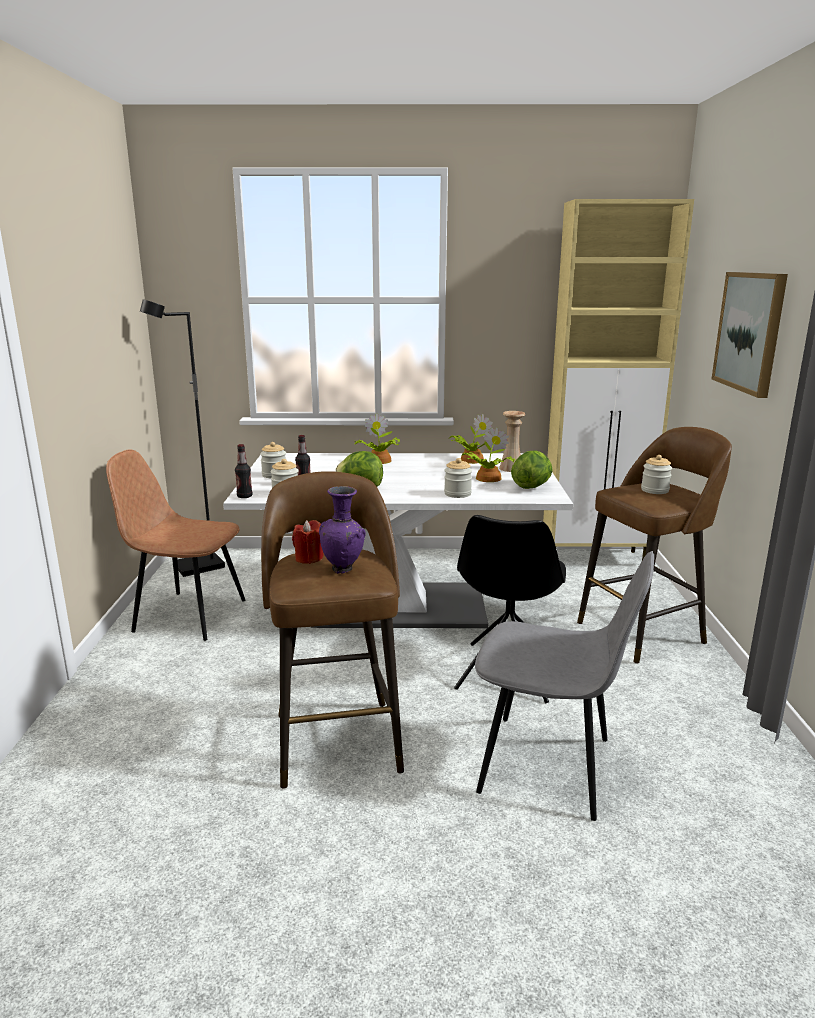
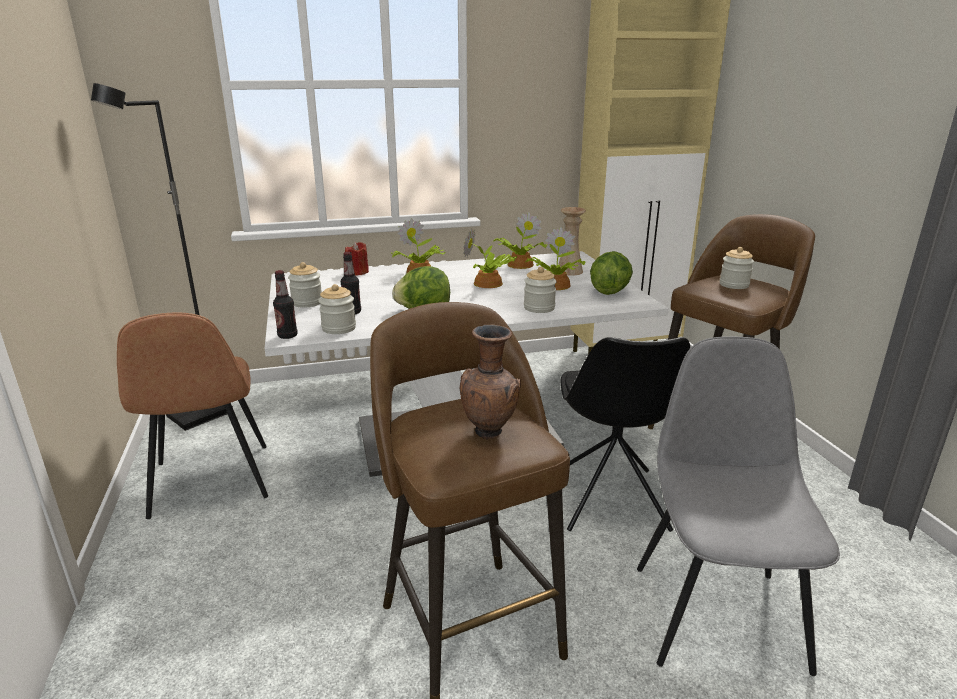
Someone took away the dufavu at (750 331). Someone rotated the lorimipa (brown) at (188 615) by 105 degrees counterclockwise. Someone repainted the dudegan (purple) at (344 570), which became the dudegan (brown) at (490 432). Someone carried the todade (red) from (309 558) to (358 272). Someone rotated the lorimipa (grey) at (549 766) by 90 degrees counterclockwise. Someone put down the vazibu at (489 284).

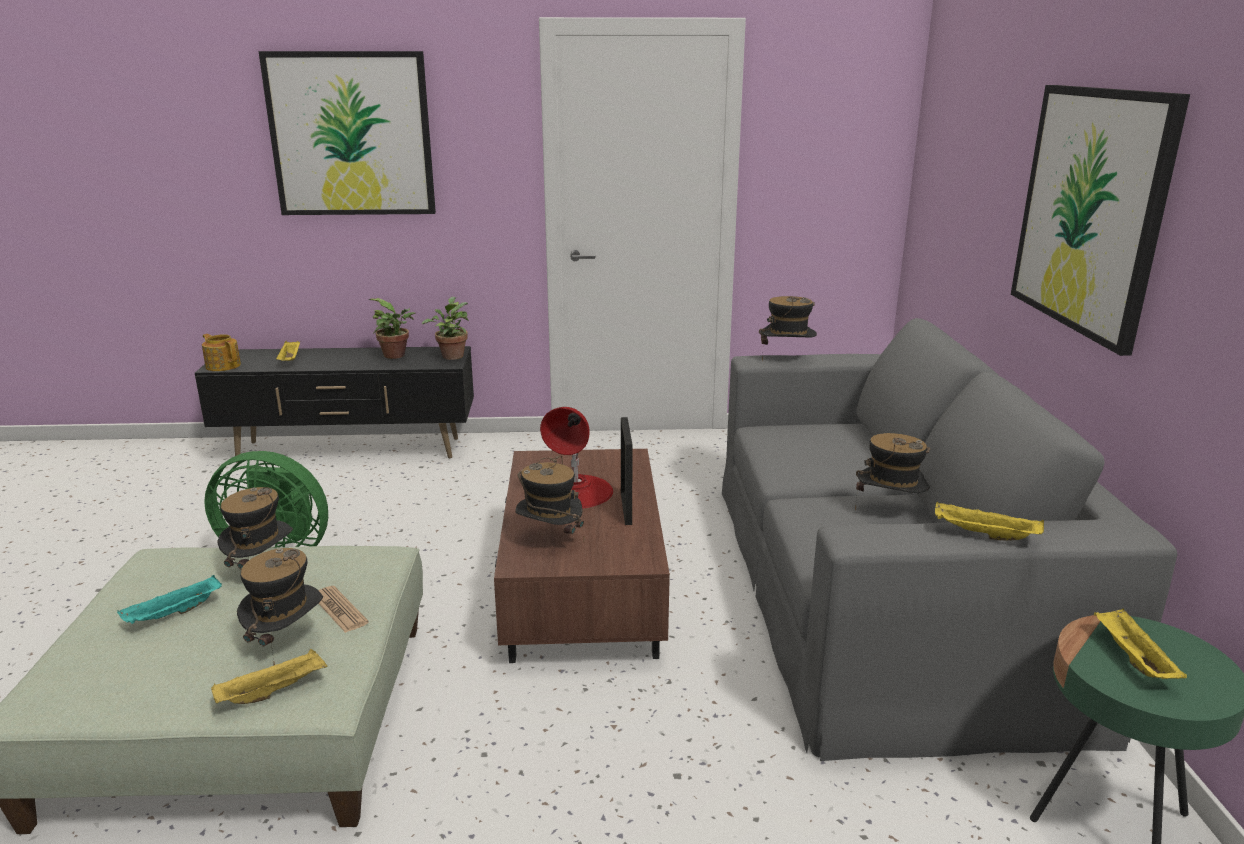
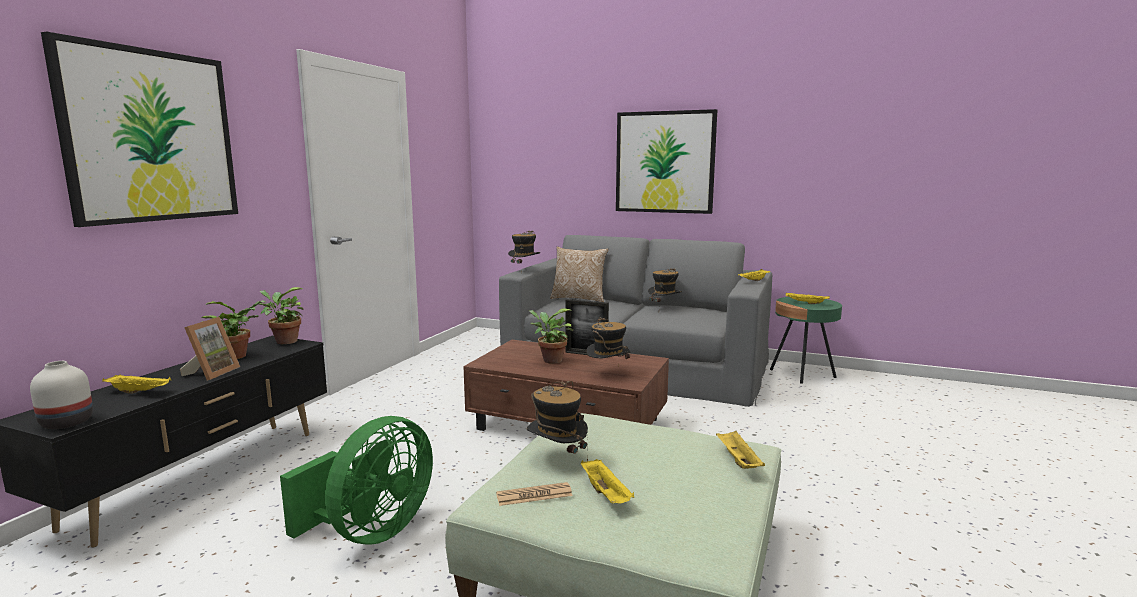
Someone swapped the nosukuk at (223 365) for the dudegan (white) at (68 422). Someone swapped the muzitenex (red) at (576 491) for the vazibu at (550 360). Someone took away the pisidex at (286 642). Someone repainted the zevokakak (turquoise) at (174 614), which became the zevokakak (yellow) at (606 494). Someone carried the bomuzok from (339 610) to (534 495). Someone put down the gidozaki at (579 298). Someone put down the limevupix at (211 373).

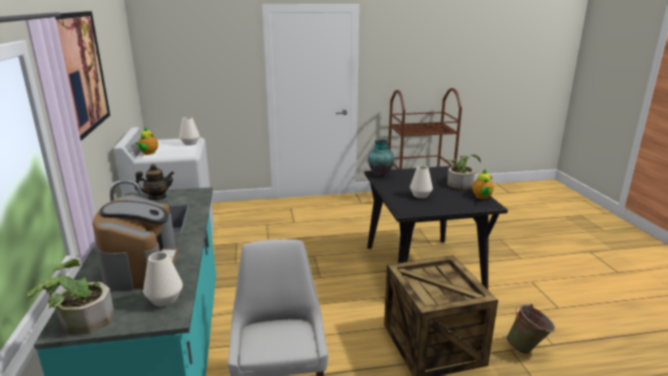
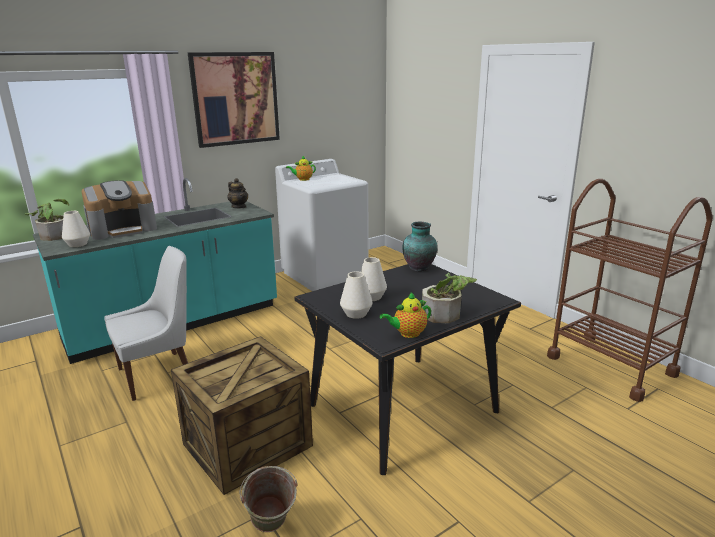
Someone carried the dudegan (white) from (190 143) to (356 314).

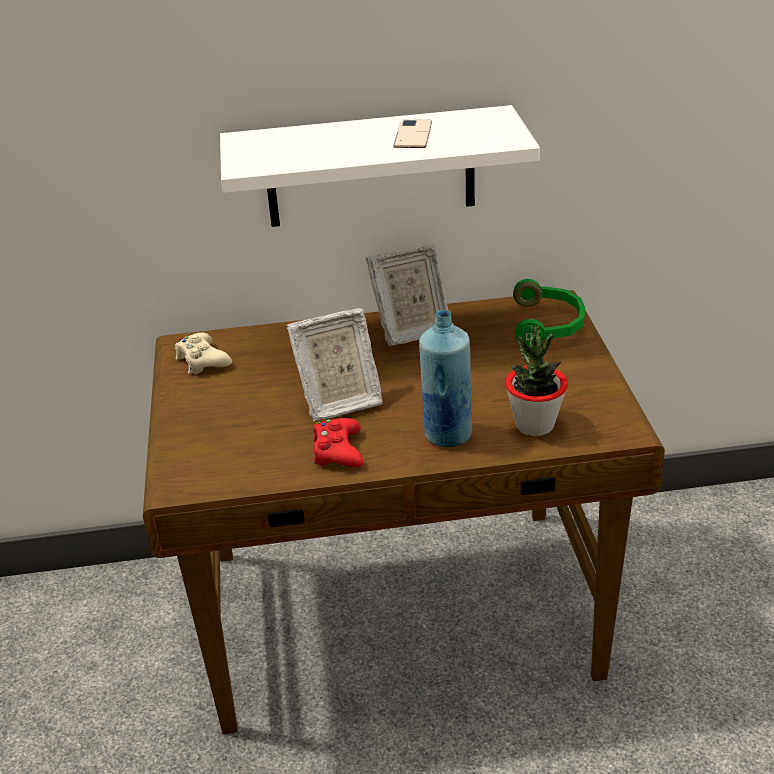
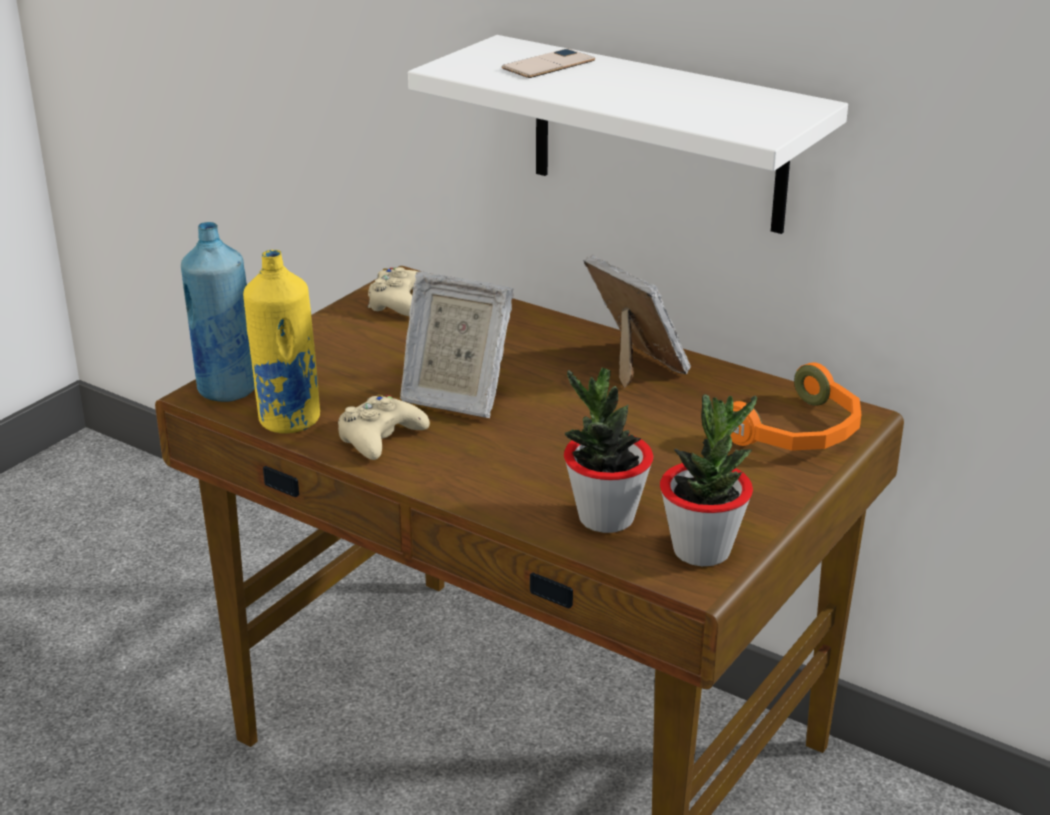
Someone carried the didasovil from (413 135) to (548 65). Someone rotated the limevupix at (411 331) by 150 degrees counterclockwise. Someone repainted the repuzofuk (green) at (548 325), which became the repuzofuk (orange) at (800 433). Someone carried the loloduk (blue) from (447 435) to (227 389). Someone repainted the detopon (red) at (337 451), which became the detopon (beige) at (380 438). Someone put down the loloduk (yellow) at (288 421). Someone put down the vazibu at (702 550).

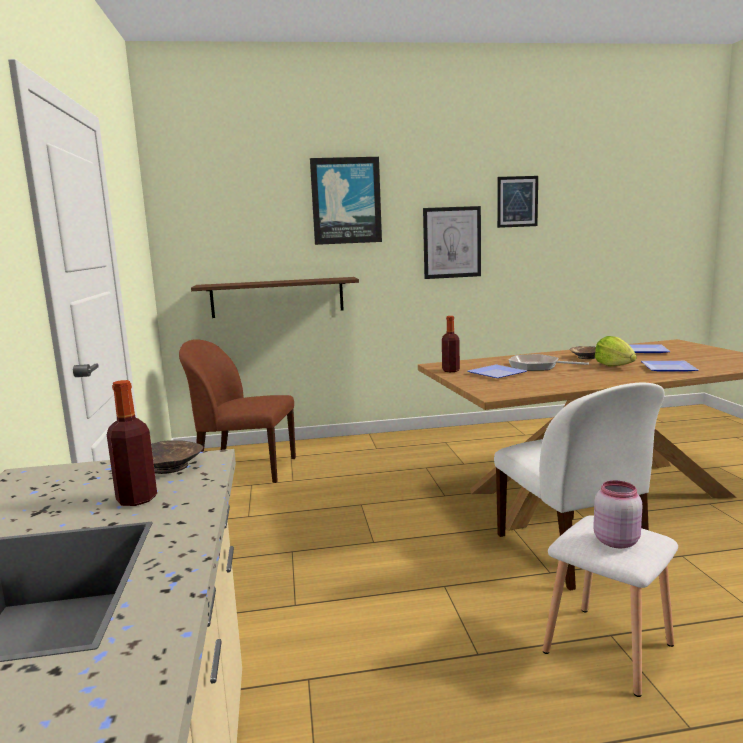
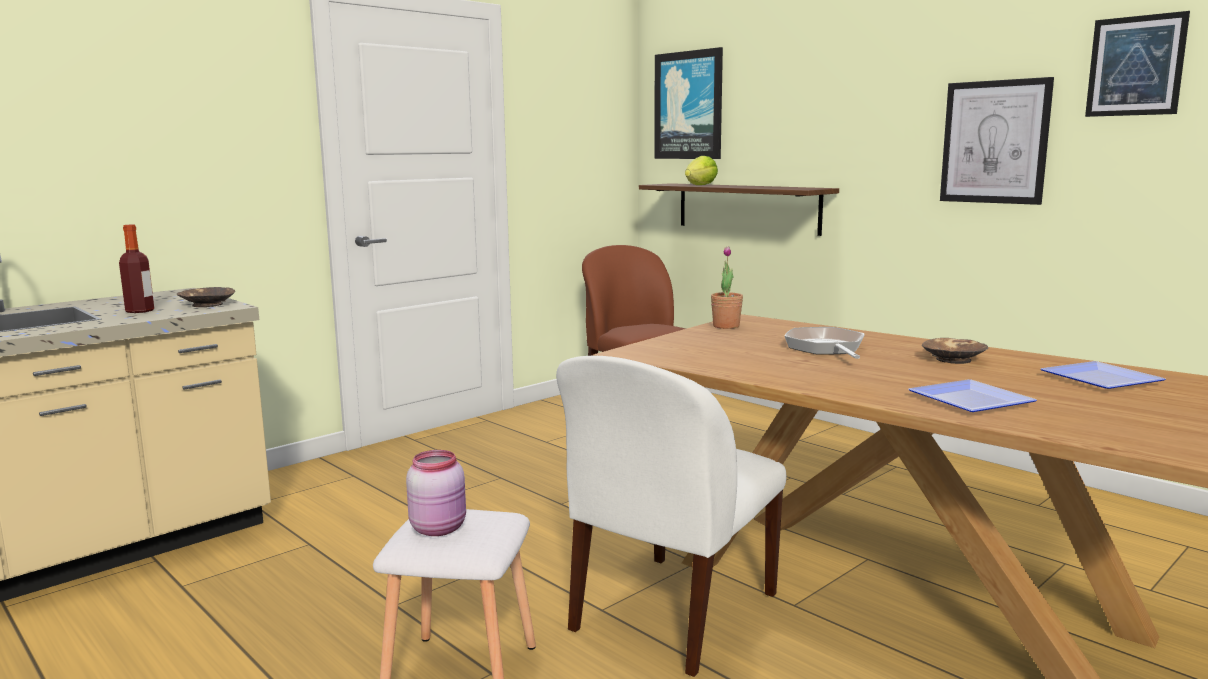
Someone carried the dufavu from (346 201) to (689 105). Someone swapped the loloduk at (450 370) for the vazibu at (726 326). Someone carried the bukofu from (614 365) to (700 185). Someone took away the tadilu at (499 374).

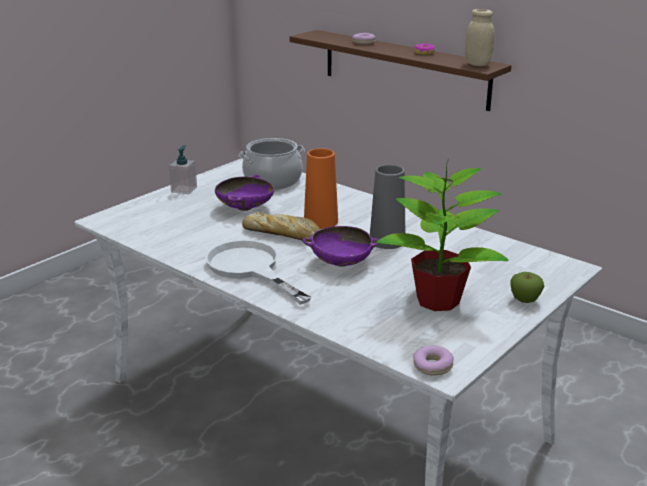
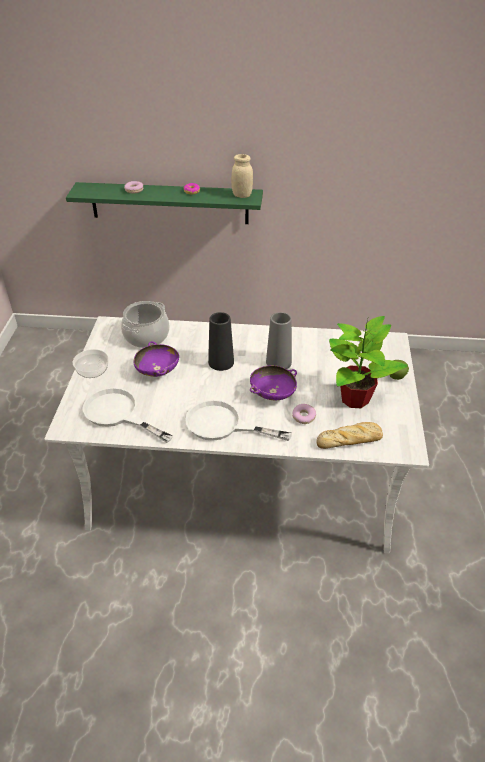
Someone repainted the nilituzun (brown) at (404 69), which became the nilituzun (green) at (169 203). Someone swapped the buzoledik at (184 189) for the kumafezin at (92 371). Someone repainted the dudegan (orange) at (321 221), which became the dudegan (black) at (221 362). Someone carried the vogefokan from (282 234) to (350 440). Someone carried the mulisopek from (432 366) to (303 417). Someone put down the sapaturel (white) at (118 414).

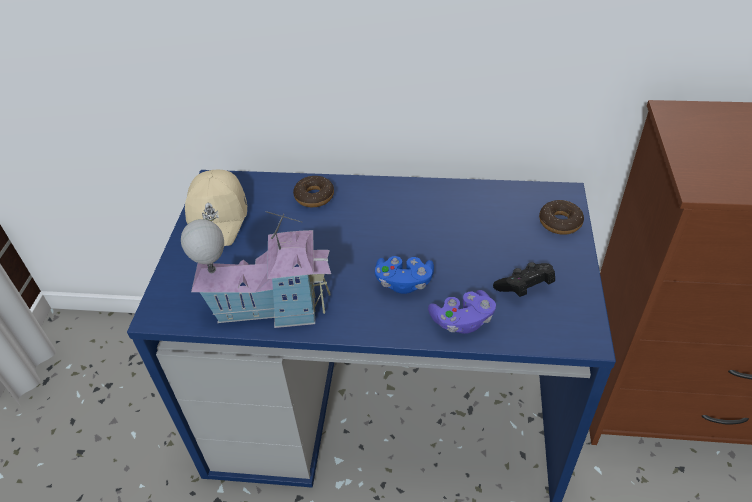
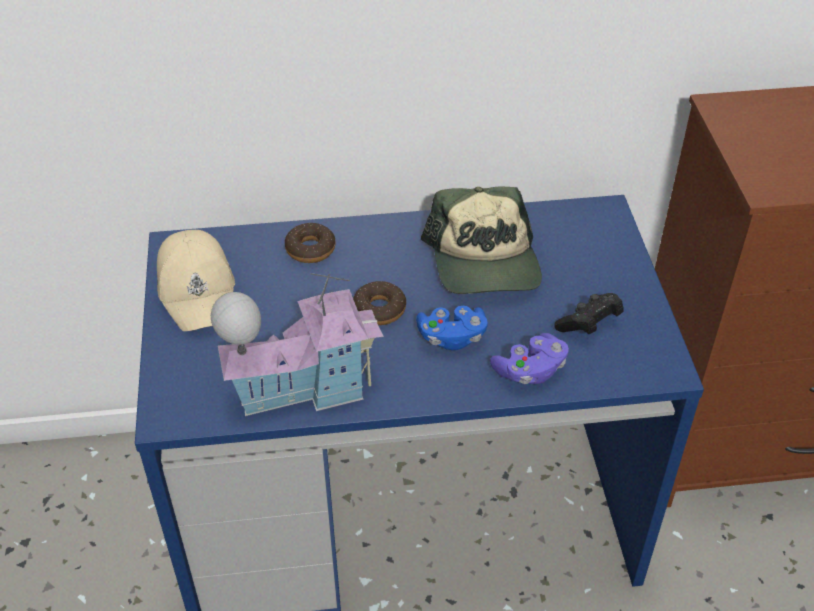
Someone carried the mulisopek from (560 222) to (379 309). Someone put down the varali at (484 261).

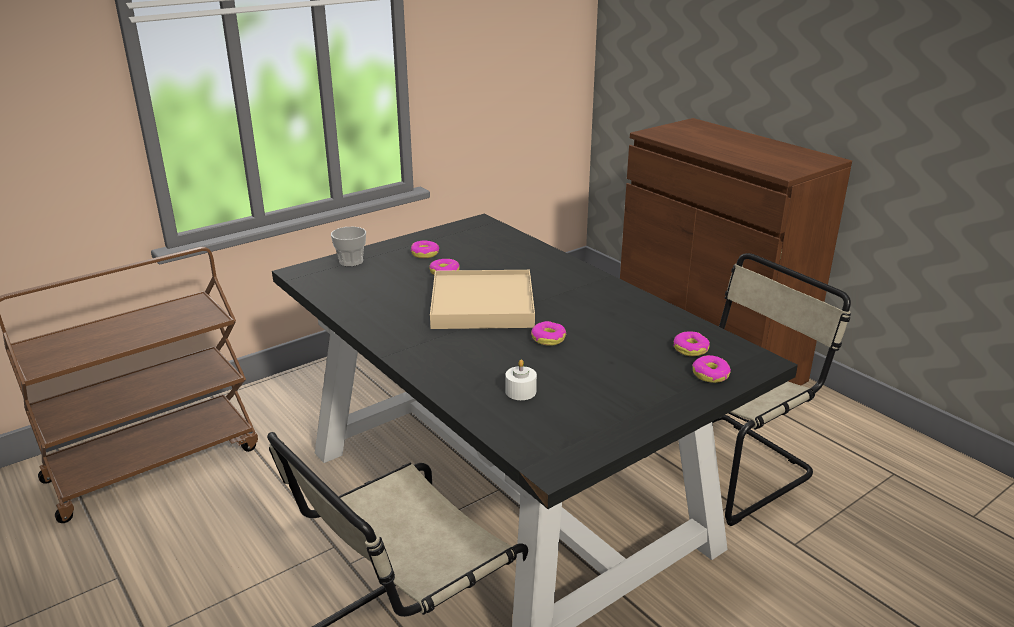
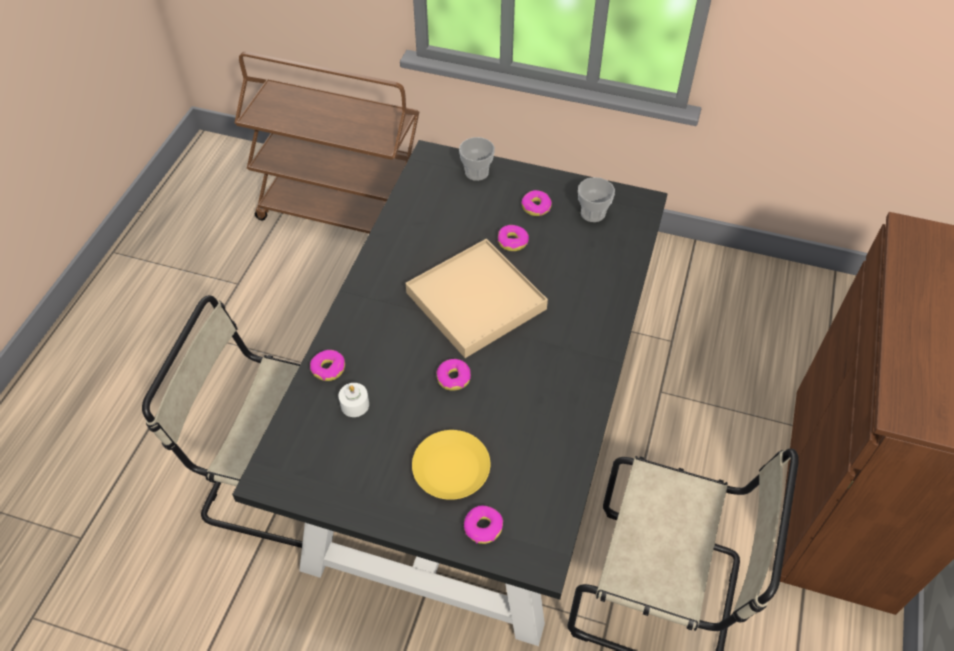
Someone carried the mulisopek from (690 349) to (328 368). Someone put down the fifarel at (593 213). Someone put down the tadilu (yellow) at (450 469).

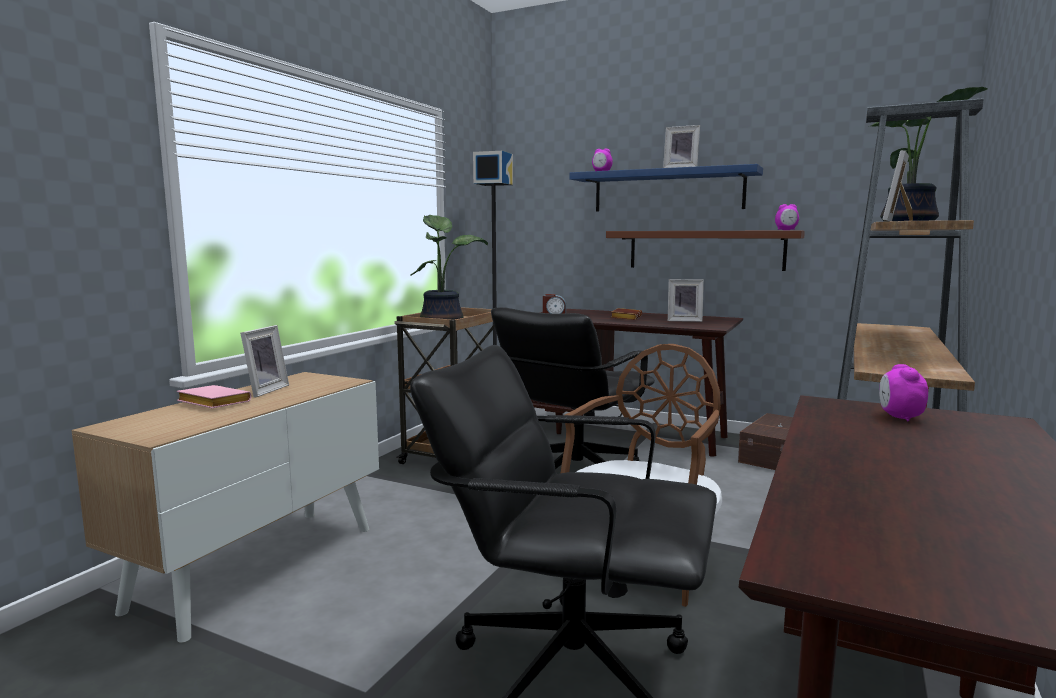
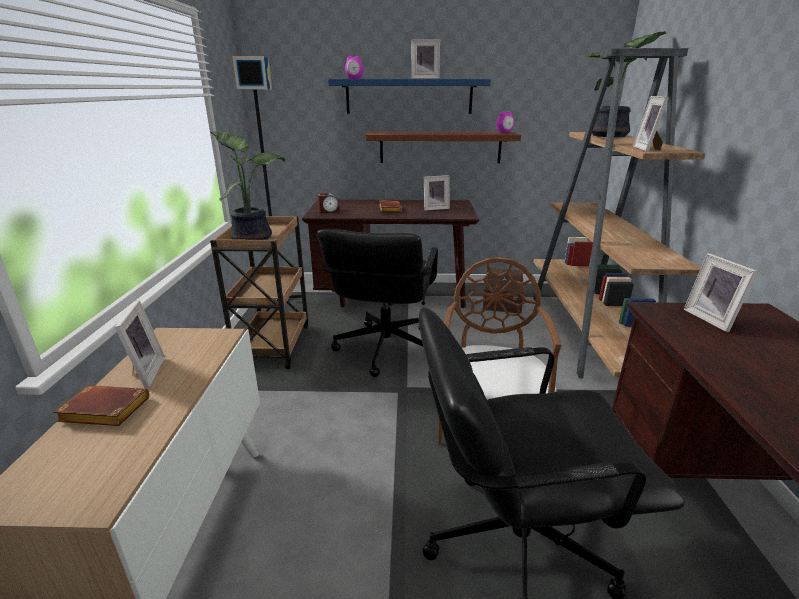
Someone swapped the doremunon at (899 417) for the limevupix at (712 319). Someone repainted the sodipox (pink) at (211 403), which became the sodipox (brown) at (102 412).

